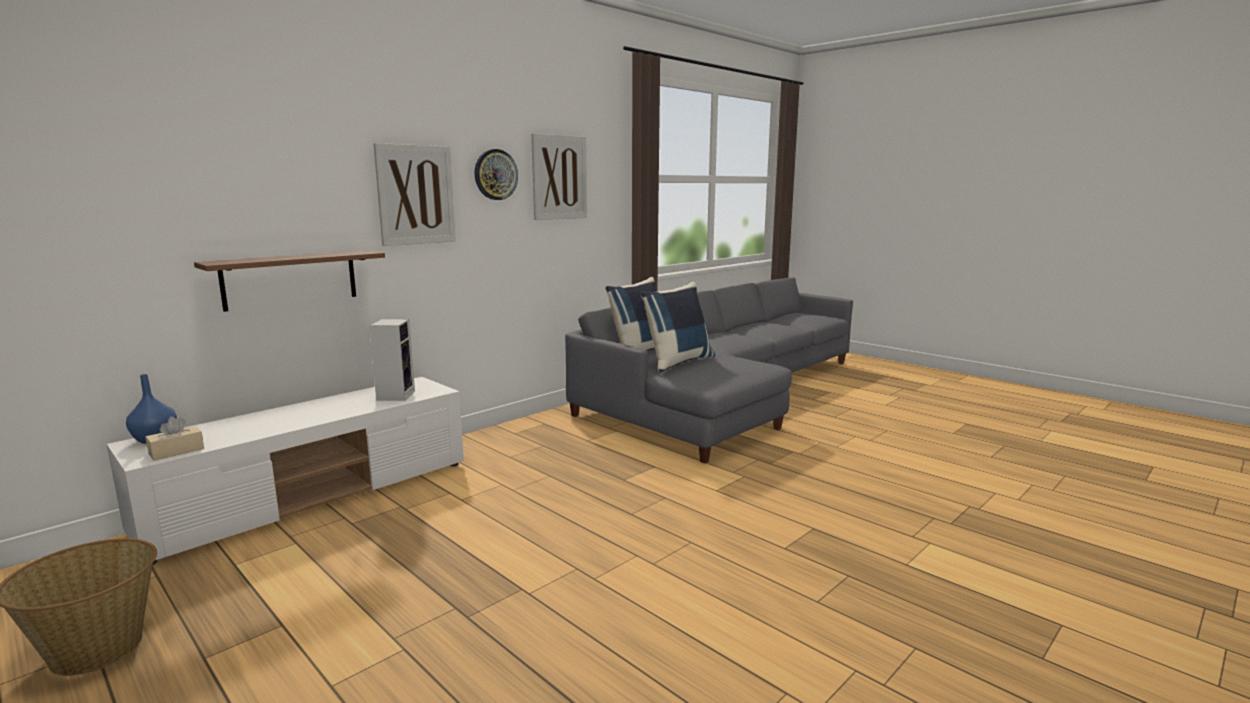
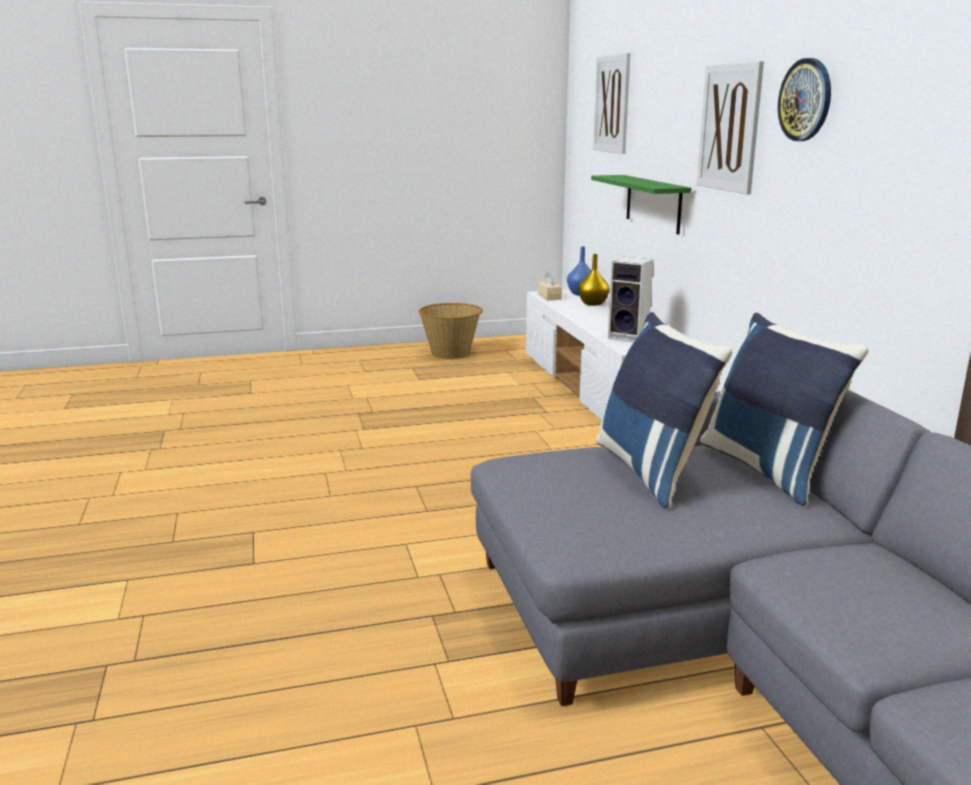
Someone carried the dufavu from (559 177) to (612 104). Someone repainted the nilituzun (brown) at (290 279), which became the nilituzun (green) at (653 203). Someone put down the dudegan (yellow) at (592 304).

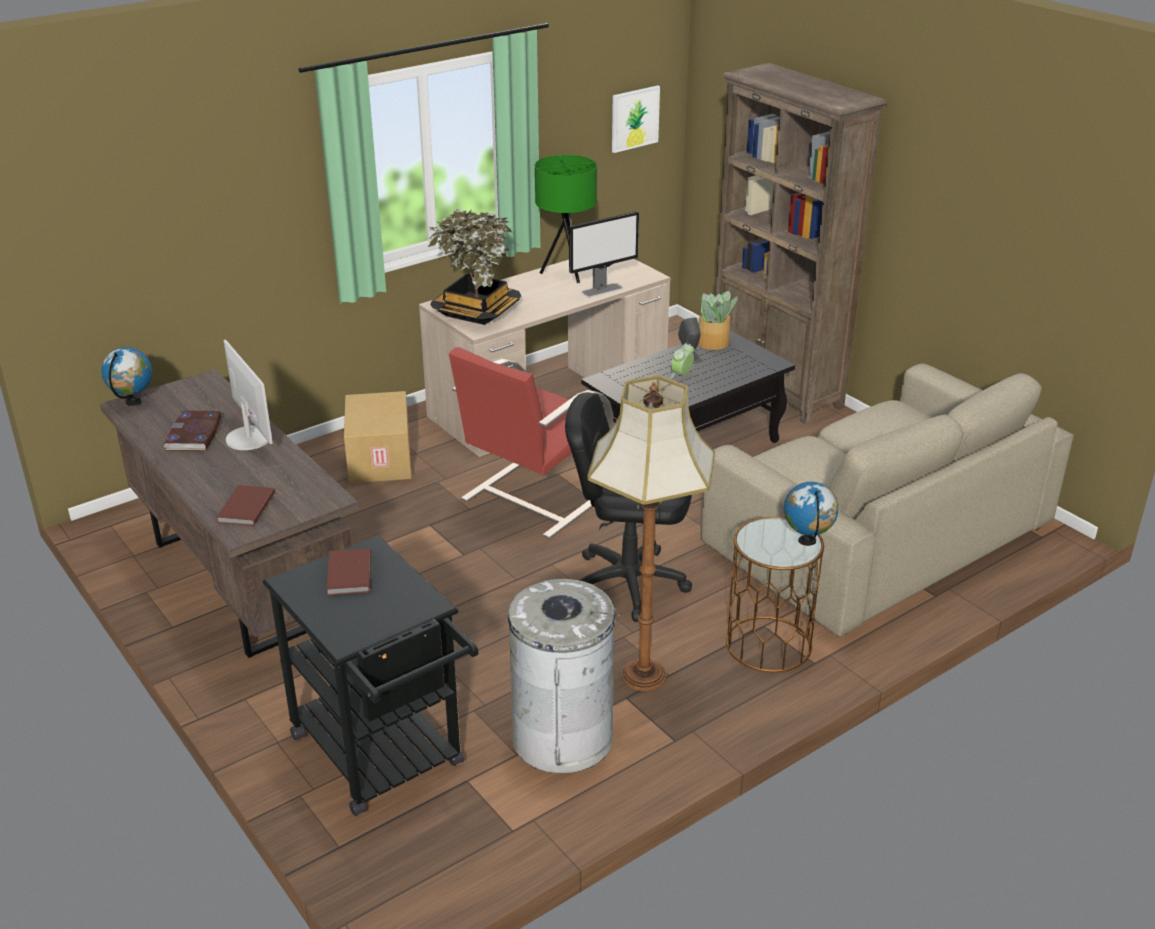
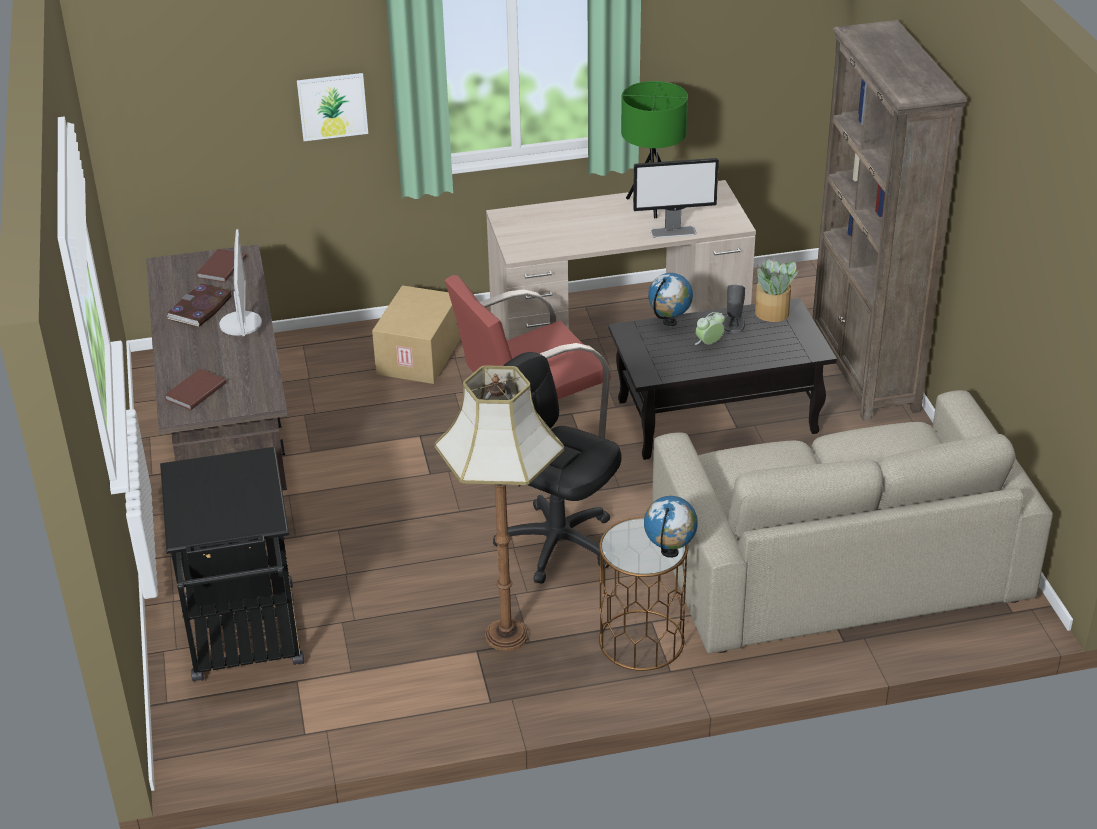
Someone carried the dufavu from (634 118) to (332 106). Someone took away the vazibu at (477 311). Someone carried the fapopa from (133 402) to (669 322). Someone carried the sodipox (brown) from (348 575) to (220 268). Someone took away the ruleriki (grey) at (562 737).

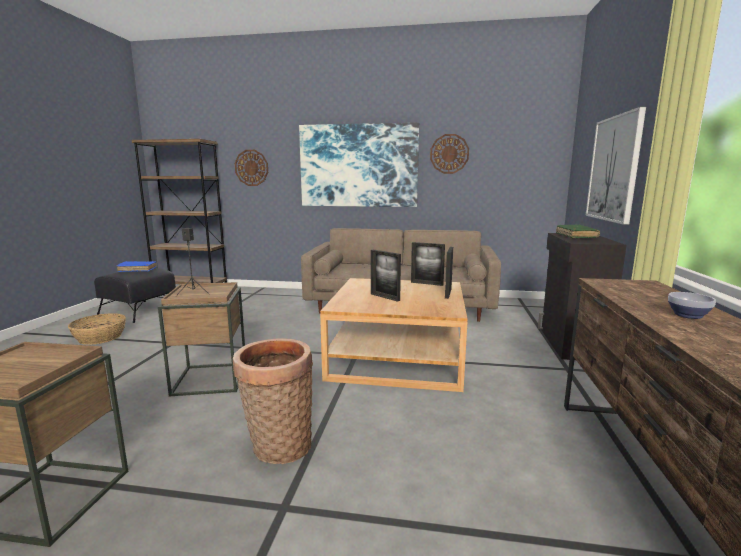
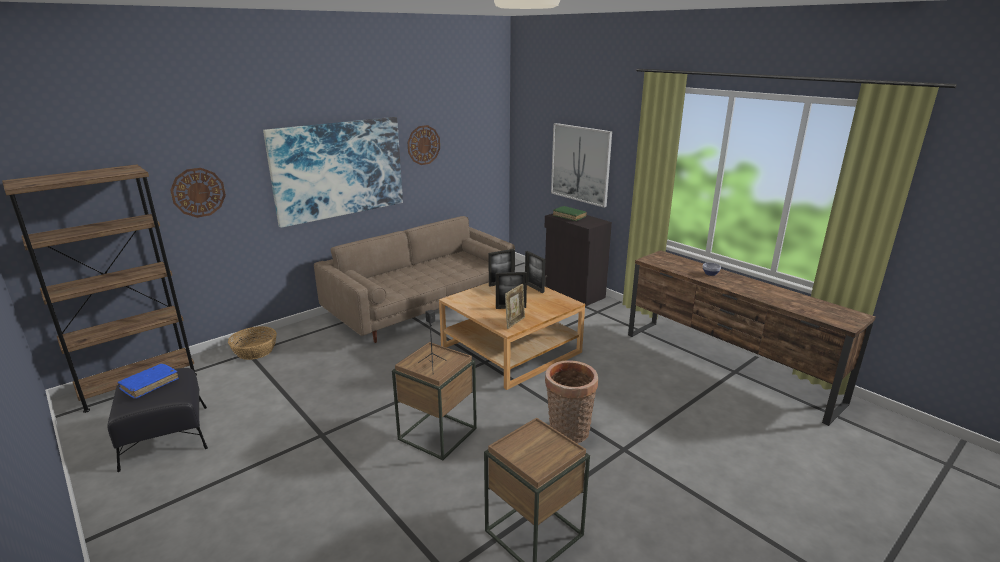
Someone carried the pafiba from (100 337) to (255 351). Someone put down the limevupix at (515 322).

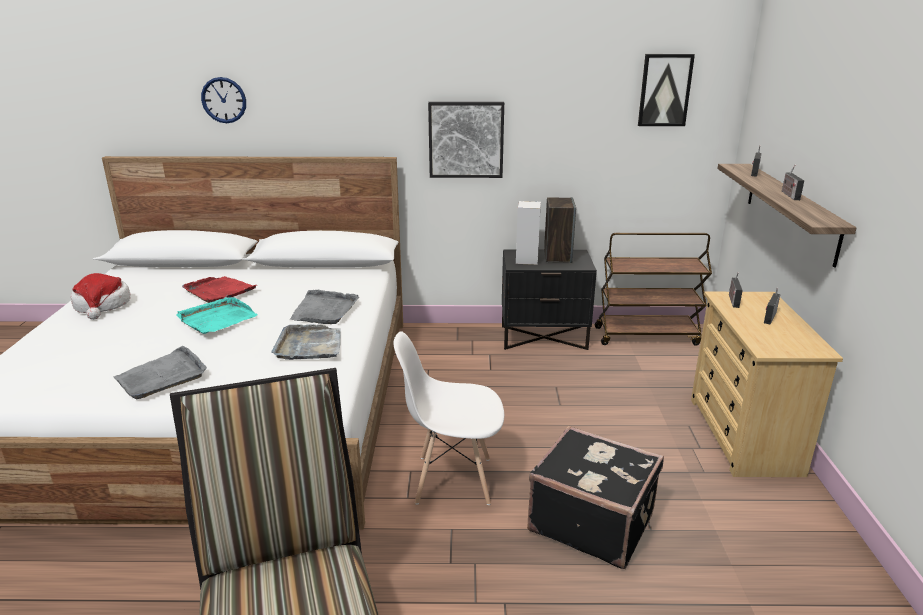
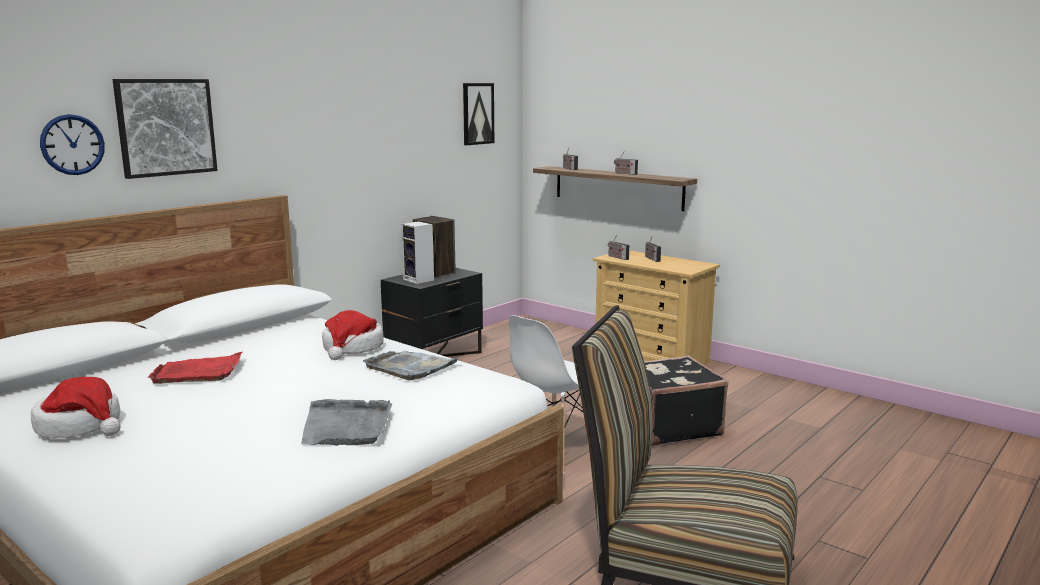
Someone carried the dufavu from (466 140) to (166 127). Someone took away the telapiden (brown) at (647 336). Someone swapped the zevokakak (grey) at (324 310) for the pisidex at (352 348). Someone took away the zevokakak (turquoise) at (217 319).

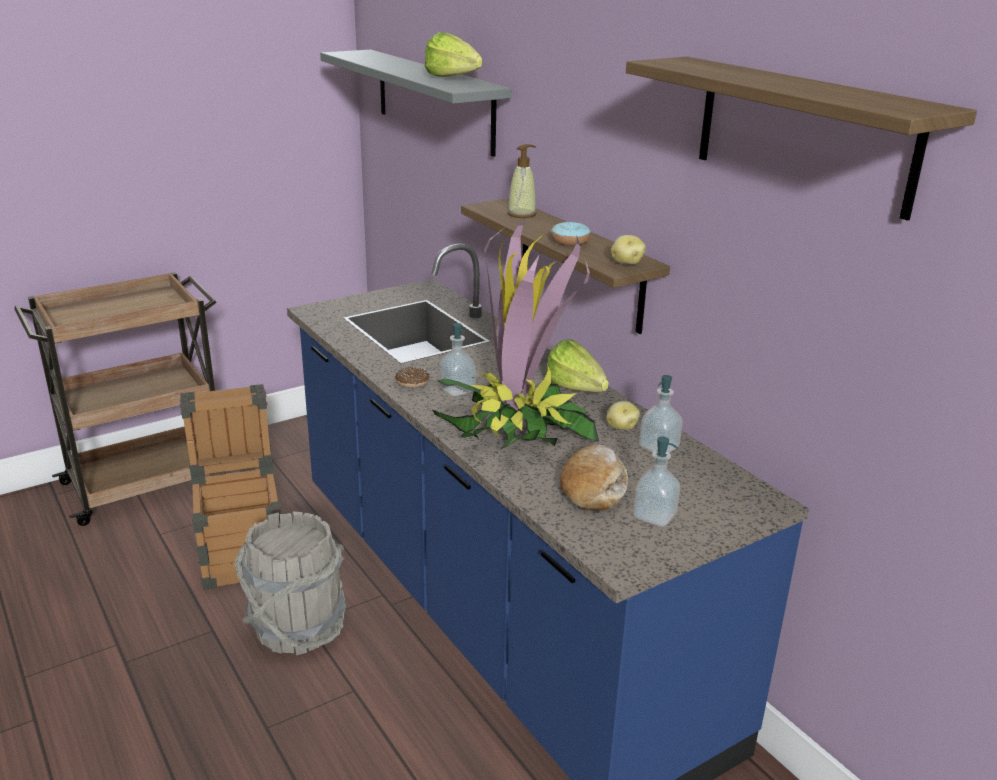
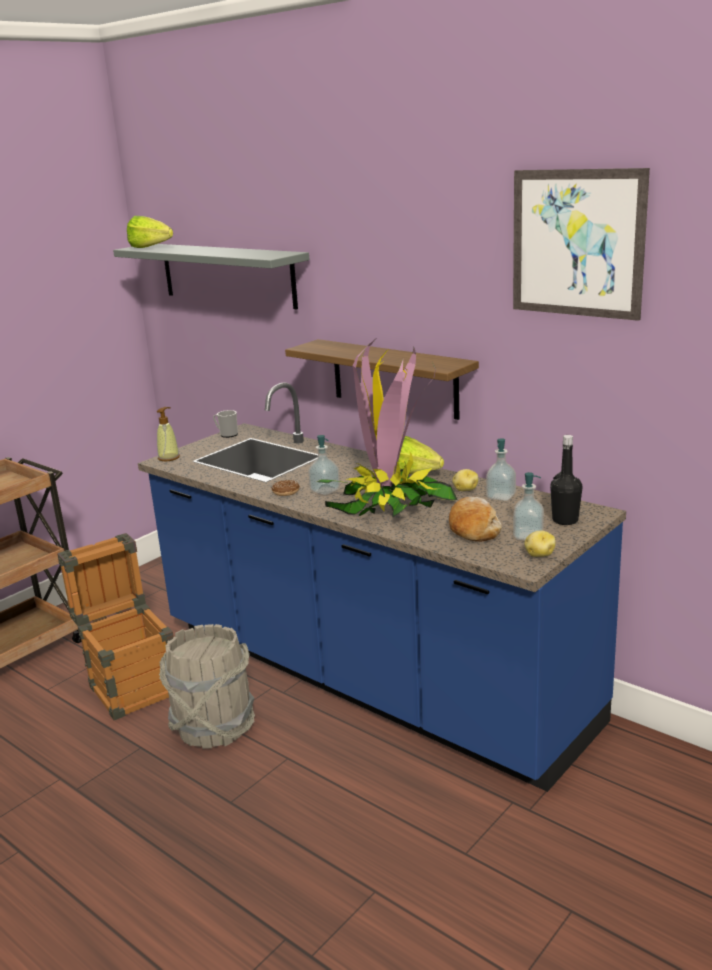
Someone carried the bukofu from (455 79) to (153 248). Someone swapped the nilituzun at (803 133) for the dufavu at (577 243). Someone carried the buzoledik from (522 214) to (169 458). Someone took away the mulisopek at (570 241). Someone carried the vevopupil from (626 263) to (539 555). Someone put down the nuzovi at (227 434). Someone put down the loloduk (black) at (565 520).

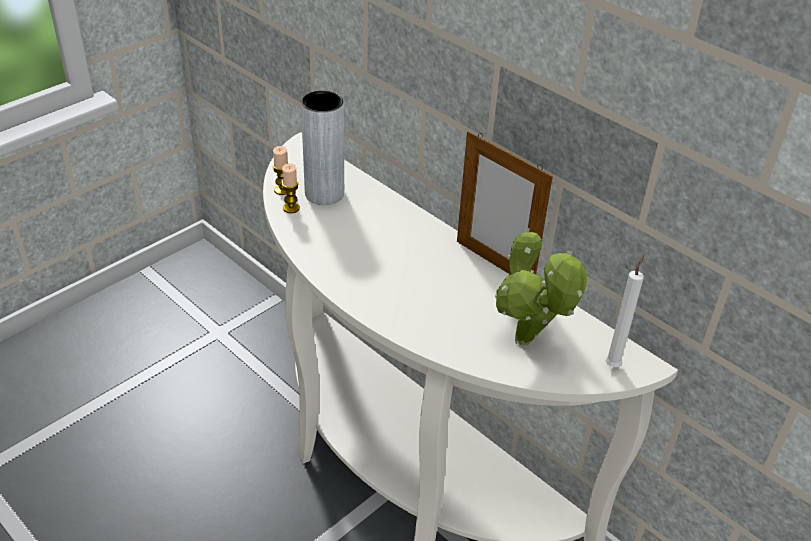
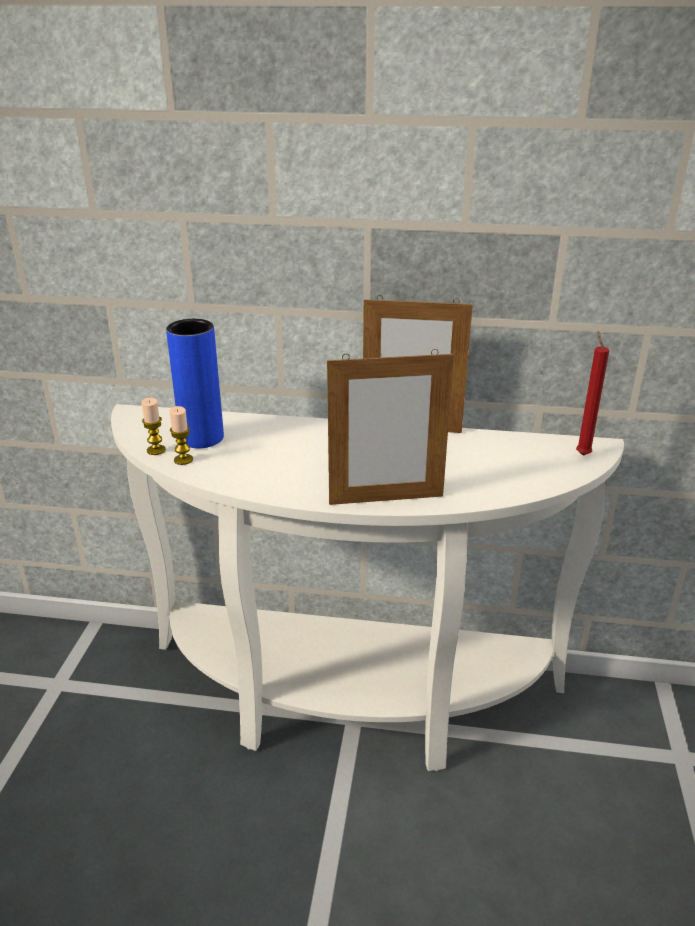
Someone repainted the dudegan (grey) at (324 194), which became the dudegan (blue) at (202 438). Someone took away the vazibu at (527 344). Someone repainted the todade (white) at (613 364), which became the todade (red) at (582 454). Someone put down the limevupix at (386 499).

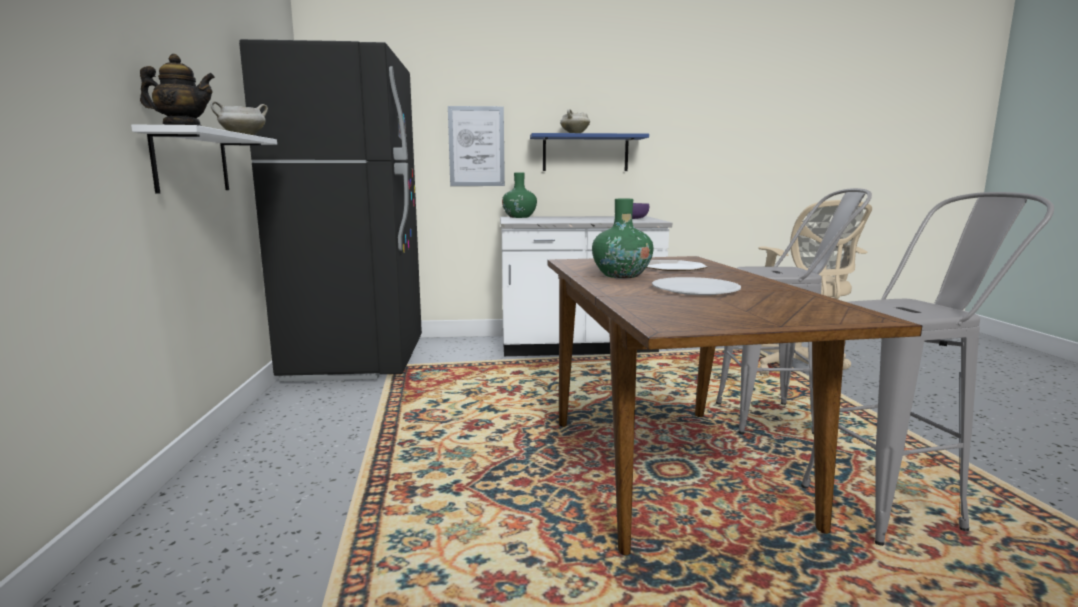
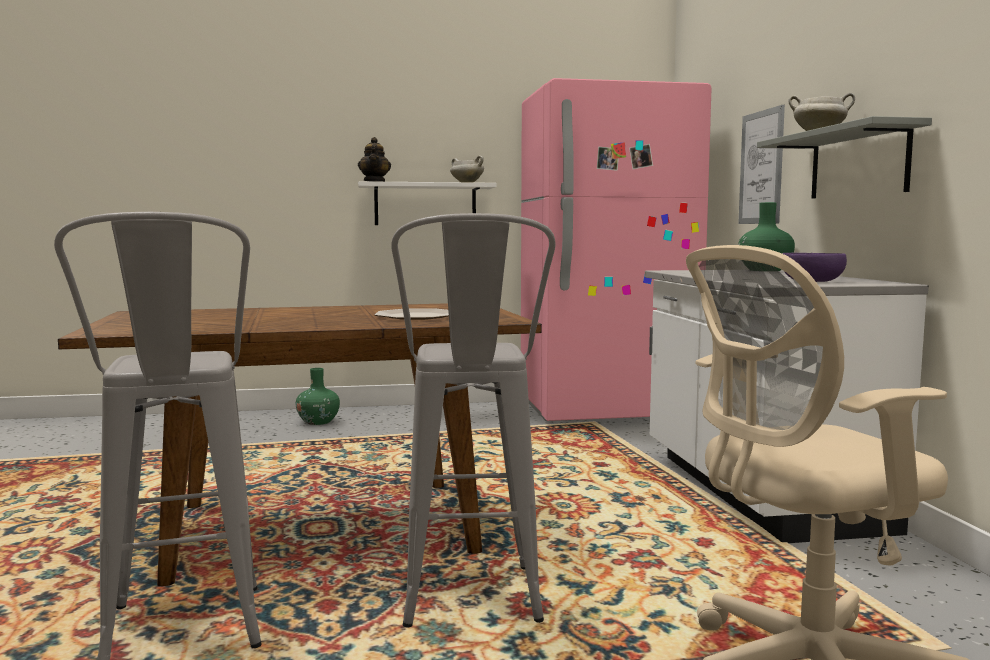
Someone repainted the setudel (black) at (357 360), which became the setudel (pink) at (605 411). Someone repainted the nilituzun (blue) at (585 153), which became the nilituzun (grey) at (858 163). Someone carried the dudegan (green) from (621 275) to (318 422). Someone took away the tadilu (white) at (695 289).

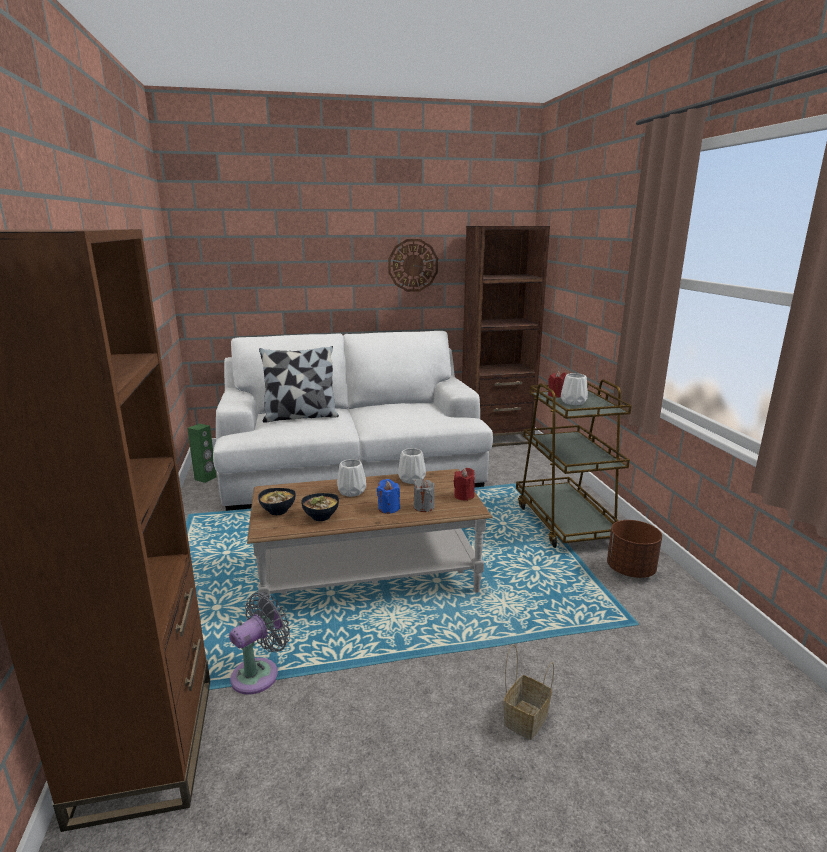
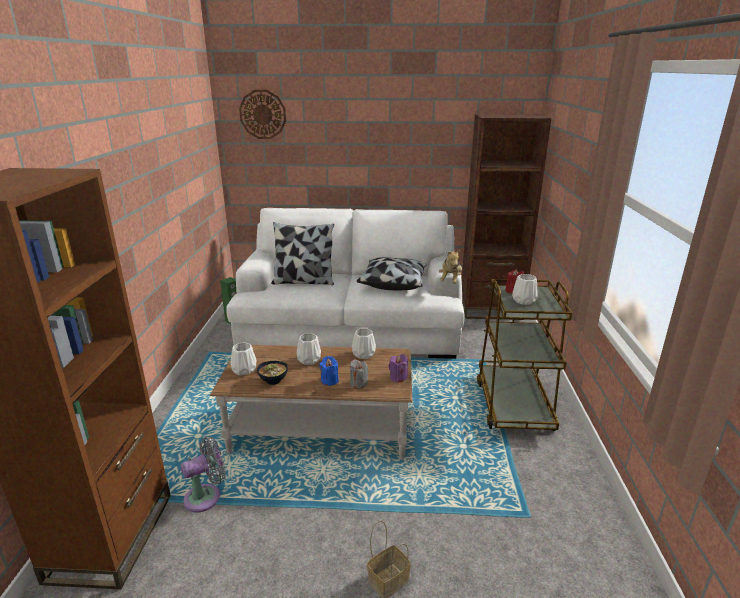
Someone carried the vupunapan from (413 265) to (263 114). Someone repainted the todade (red) at (464 496), which became the todade (purple) at (398 377). Someone swapped the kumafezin at (278 511) for the dudegan (white) at (244 370). Someone took away the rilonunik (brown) at (630 570). Someone put down the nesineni at (450 281). Someone put down the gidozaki at (393 283).

